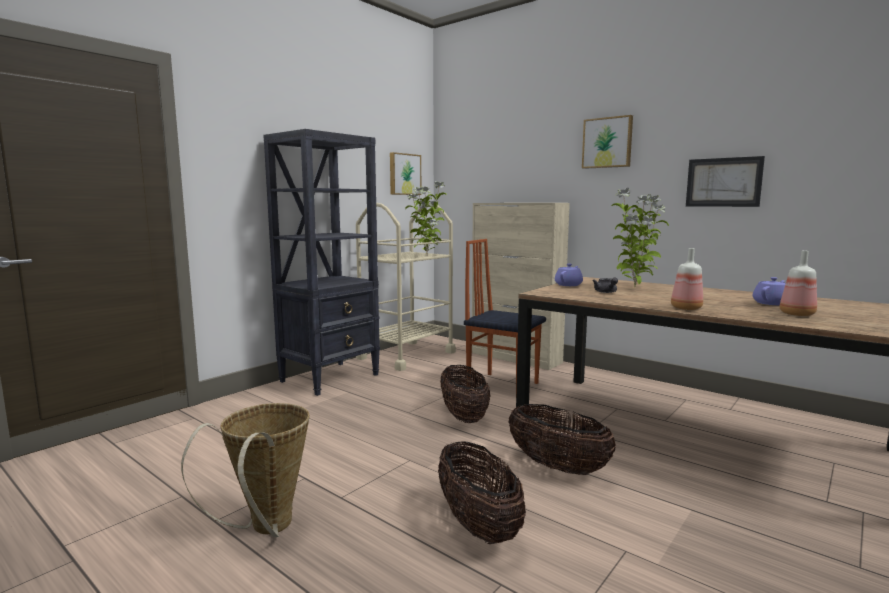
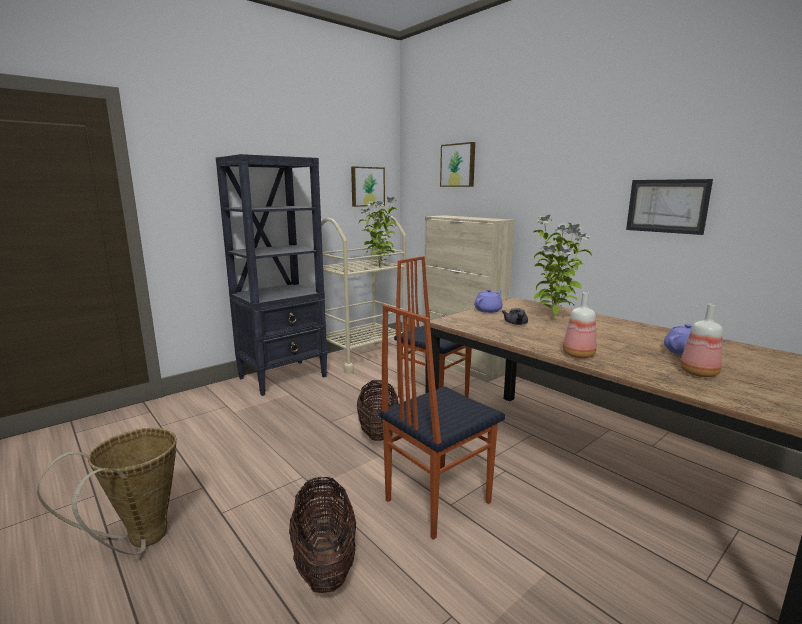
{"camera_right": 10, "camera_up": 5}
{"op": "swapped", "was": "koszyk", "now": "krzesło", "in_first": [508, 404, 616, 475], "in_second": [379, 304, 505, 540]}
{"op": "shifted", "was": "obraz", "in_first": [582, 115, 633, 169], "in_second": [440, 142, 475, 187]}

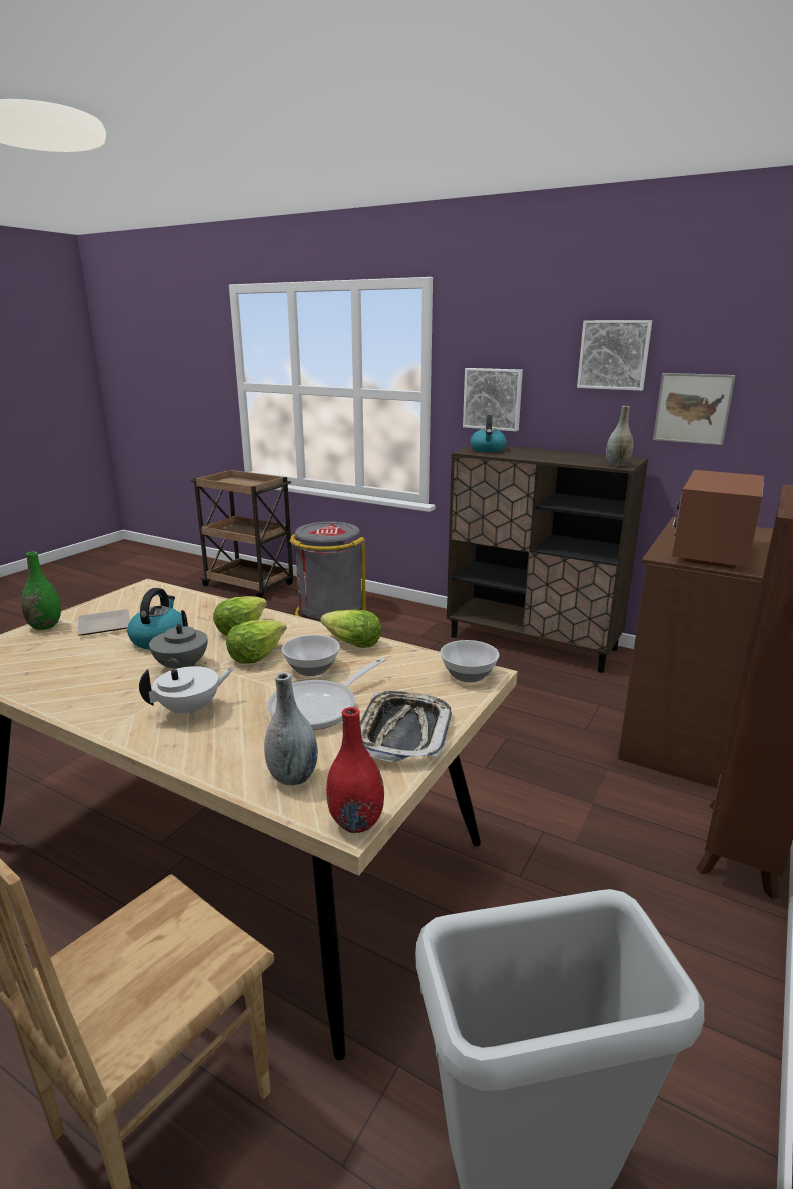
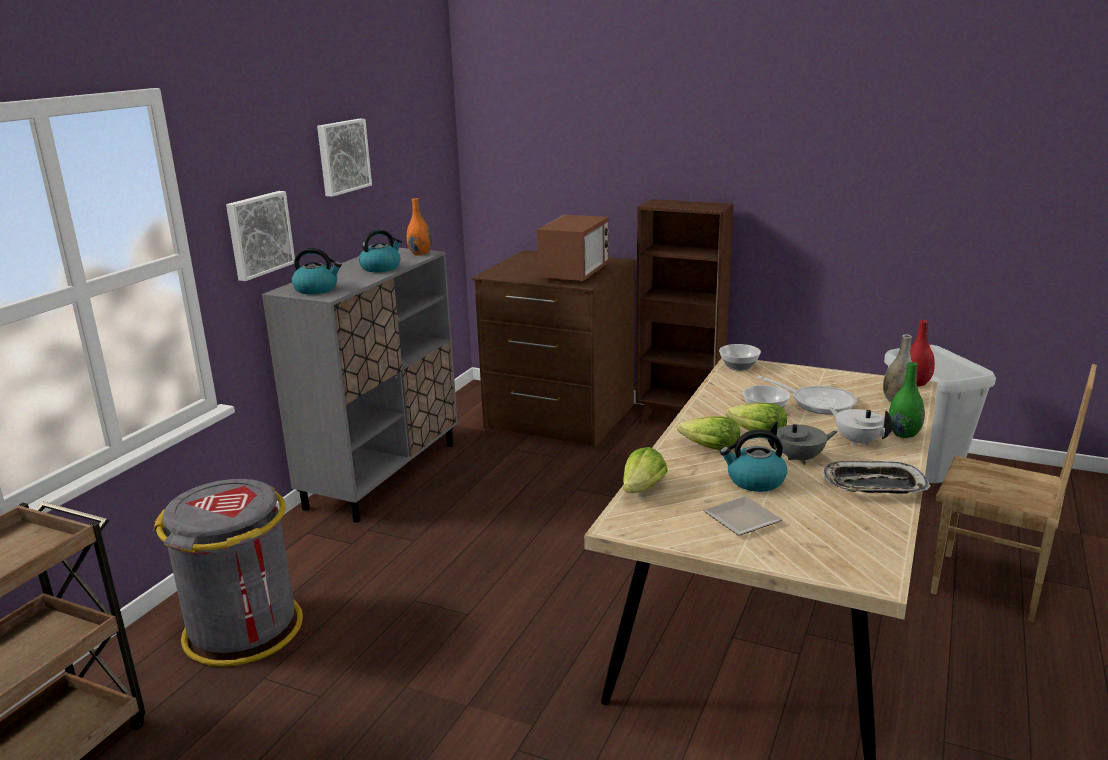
{"camera_right": -95, "camera_up": 0}
{"op": "repainted", "was": "szafka [brązowy]", "now": "szafka [szary]", "in_first": [447, 446, 648, 673], "in_second": [262, 248, 458, 523]}
{"op": "new", "now": "czajnik", "in_second": [359, 229, 402, 272]}
{"op": "repainted", "was": "wazon [szary]", "now": "wazon [pomarańczowy]", "in_first": [606, 406, 633, 466], "in_second": [407, 198, 432, 256]}
{"op": "rotated", "was": "mikrofalówka", "in_first": [672, 470, 764, 569], "in_second": [537, 215, 609, 283], "clockwise": -90}
{"op": "shifted", "was": "sałata", "in_first": [320, 609, 381, 648], "in_second": [623, 447, 668, 493]}
{"op": "shifted", "was": "taca", "in_first": [360, 691, 452, 762], "in_second": [824, 461, 930, 494]}
{"op": "shifted", "was": "wazon [zielony]", "in_first": [21, 551, 61, 630], "in_second": [889, 362, 925, 438]}
{"op": "gone", "was": "obraz", "in_first": [653, 373, 735, 445]}

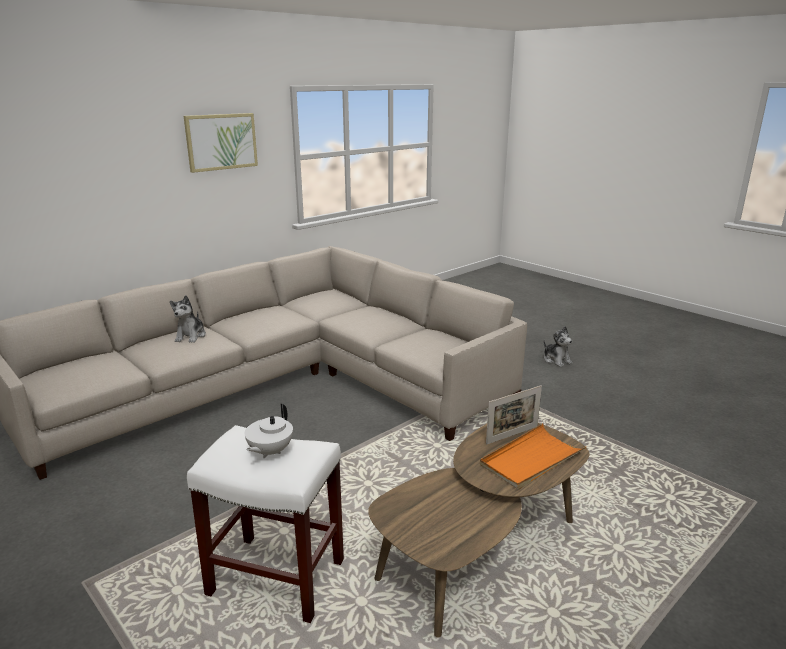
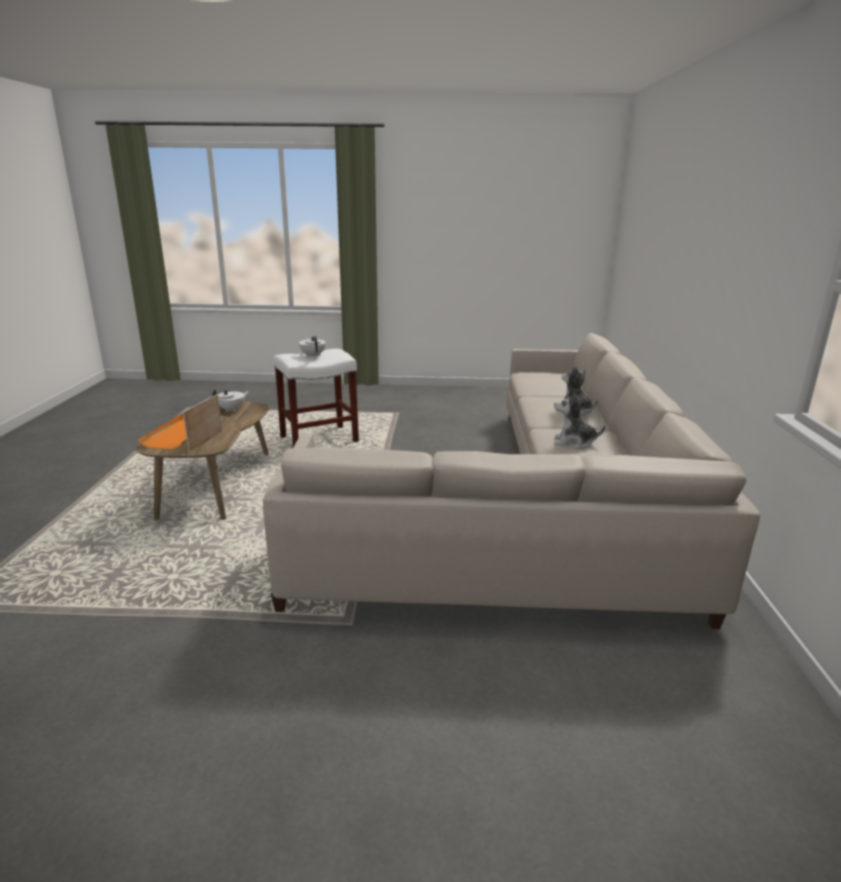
{"camera_right": 135, "camera_up": 0}
{"op": "new", "now": "imbryk [biały]", "in_second": [212, 389, 249, 412]}
{"op": "shifted", "was": "pluszak", "in_first": [544, 326, 573, 367], "in_second": [554, 392, 605, 449]}
{"op": "gone", "was": "obraz", "in_first": [184, 113, 258, 173]}

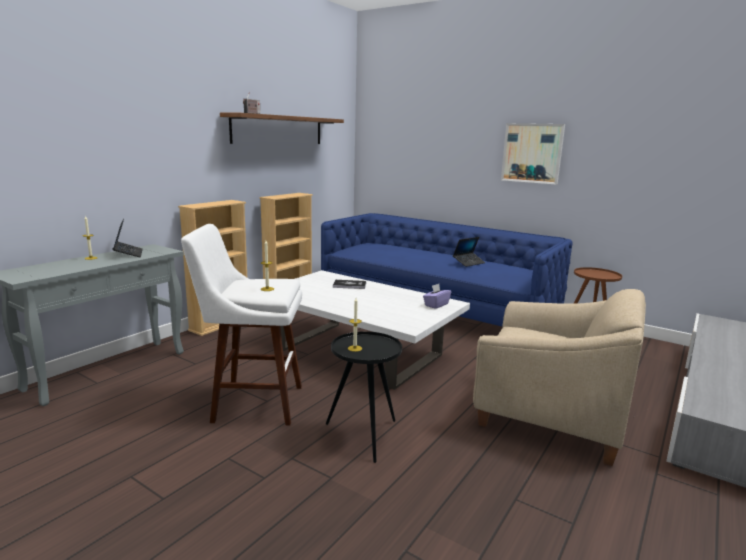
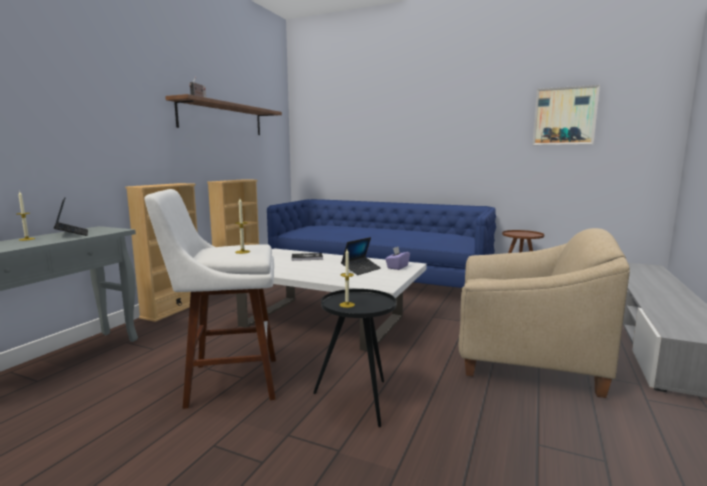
{"camera_right": -10, "camera_up": -5}
{"op": "shifted", "was": "laptop", "in_first": [453, 237, 485, 267], "in_second": [341, 237, 381, 275]}
{"op": "shifted", "was": "obraz", "in_first": [501, 123, 565, 185], "in_second": [533, 85, 600, 145]}

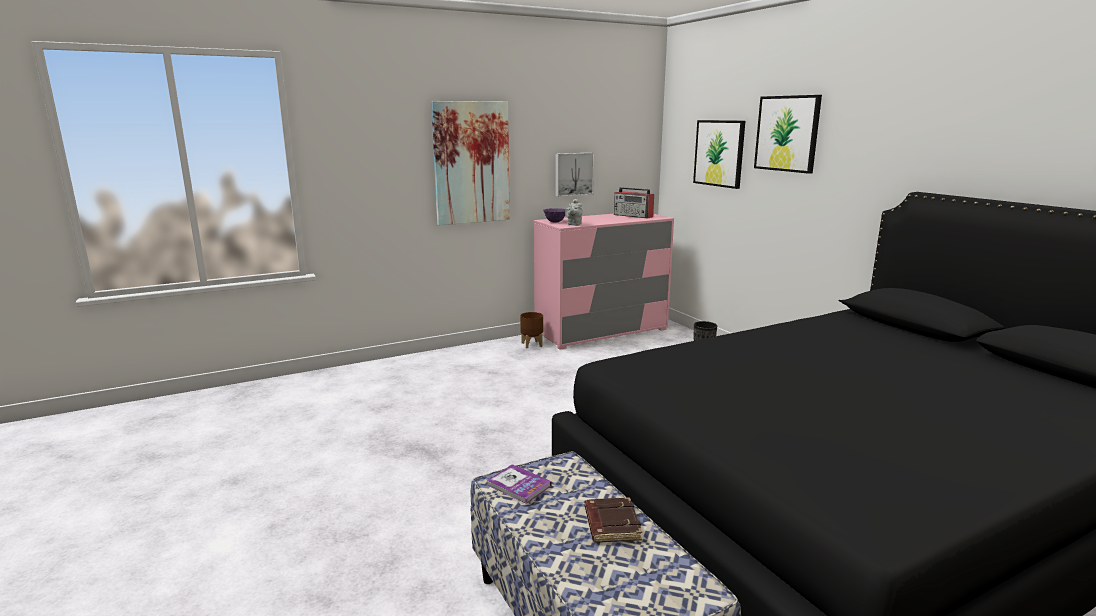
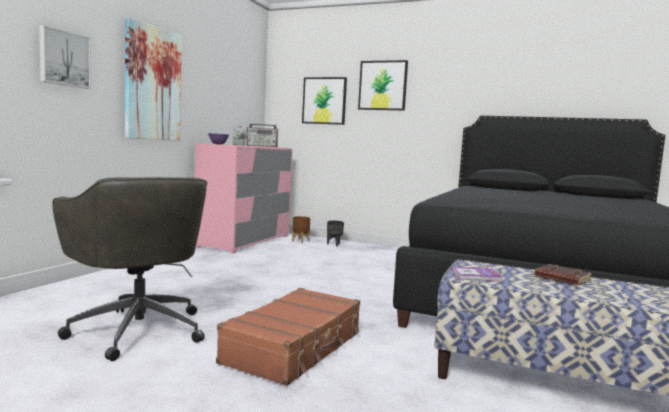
{"camera_right": -40, "camera_up": -10}
{"op": "shifted", "was": "obraz", "in_first": [555, 153, 594, 197], "in_second": [39, 25, 91, 89]}
{"op": "new", "now": "krzesło biurowe [szary]", "in_second": [53, 177, 207, 361]}
{"op": "new", "now": "walizka [brązowy]", "in_second": [216, 288, 360, 386]}
{"op": "shifted", "was": "donica [brązowy]", "in_first": [520, 312, 543, 349], "in_second": [292, 216, 310, 243]}

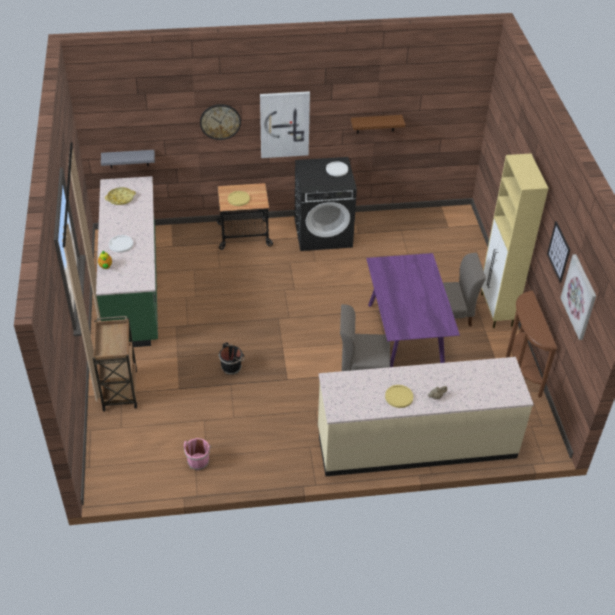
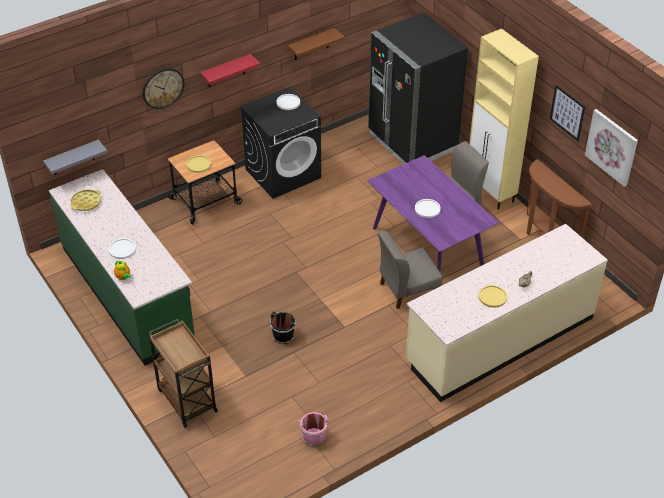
{"camera_right": -25, "camera_up": 0}
{"op": "swapped", "was": "obraz", "now": "półka [czerwony]", "in_first": [260, 91, 310, 158], "in_second": [200, 54, 260, 87]}
{"op": "new", "now": "lodówka [czarny]", "in_second": [368, 13, 468, 164]}
{"op": "new", "now": "talerz [biały]", "in_second": [415, 199, 441, 218]}

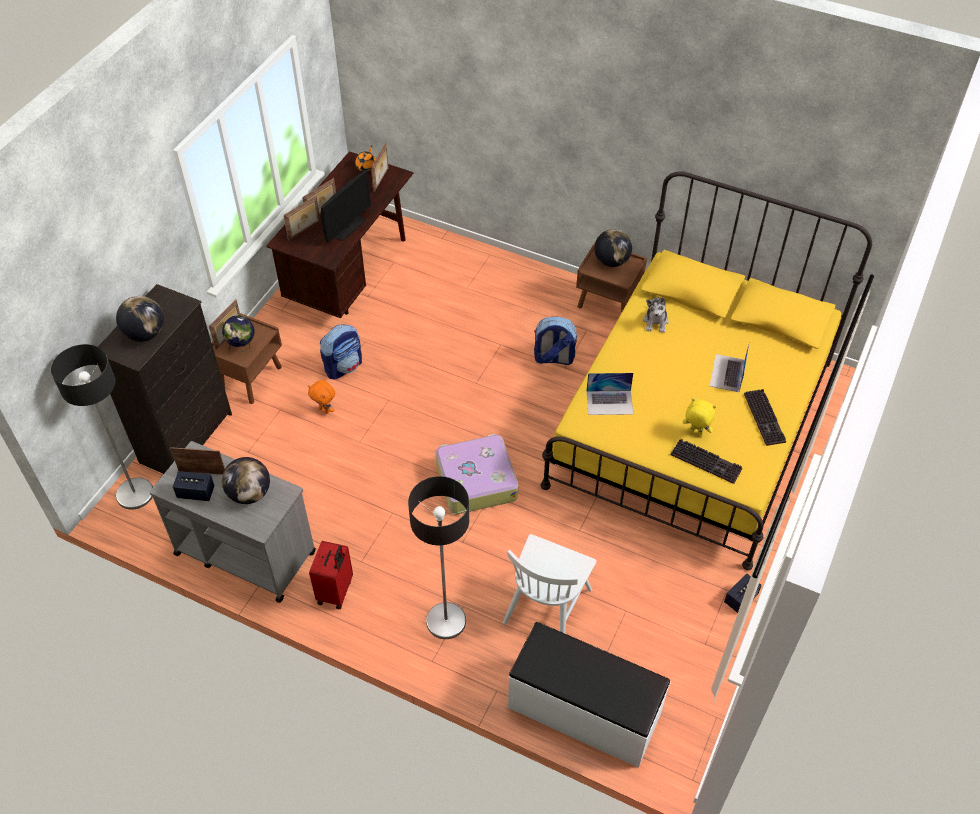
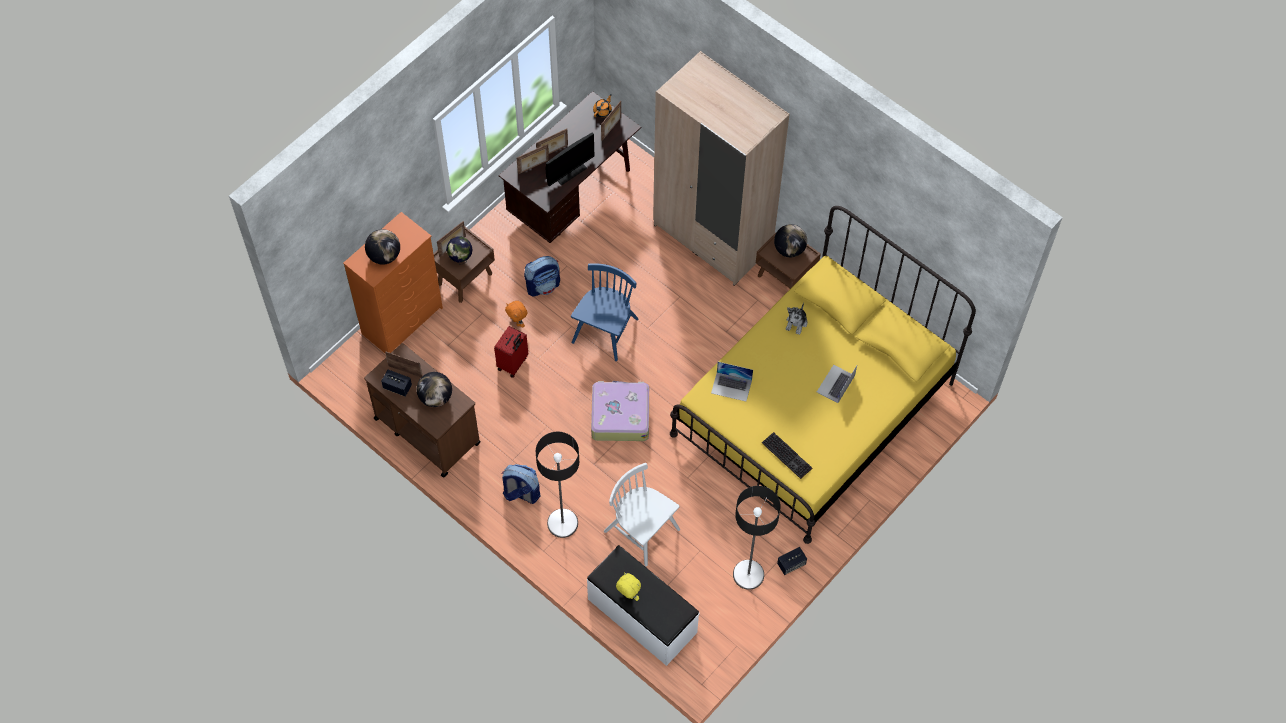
{"camera_right": 15, "camera_up": 10}
{"op": "repainted", "was": "komoda [czarny]", "now": "komoda [pomarańczowy]", "in_first": [98, 284, 232, 474], "in_second": [343, 212, 443, 354]}
{"op": "repainted", "was": "wózek [szary]", "now": "wózek [brązowy]", "in_first": [150, 441, 316, 603], "in_second": [364, 343, 481, 478]}
{"op": "shifted", "was": "walizka [czerwony]", "in_first": [309, 541, 353, 609], "in_second": [494, 326, 528, 378]}
{"op": "shifted", "was": "plecak", "in_first": [534, 317, 577, 365], "in_second": [501, 464, 540, 504]}
{"op": "new", "now": "krzesło [niebieski]", "in_second": [571, 263, 639, 361]}
{"op": "rotated", "was": "krzesło [biały]", "in_first": [503, 534, 596, 633], "in_second": [604, 463, 680, 566], "clockwise": 90}
{"op": "shifted", "was": "pluszak [żółty]", "in_first": [683, 398, 716, 435], "in_second": [616, 572, 641, 601]}
{"op": "new", "now": "szafa [beżowy]", "in_second": [653, 51, 790, 286]}
{"op": "shifted", "was": "lampa stojąca", "in_first": [51, 344, 153, 510], "in_second": [733, 486, 781, 590]}
{"op": "gone", "was": "klawiatura", "in_first": [744, 389, 786, 446]}

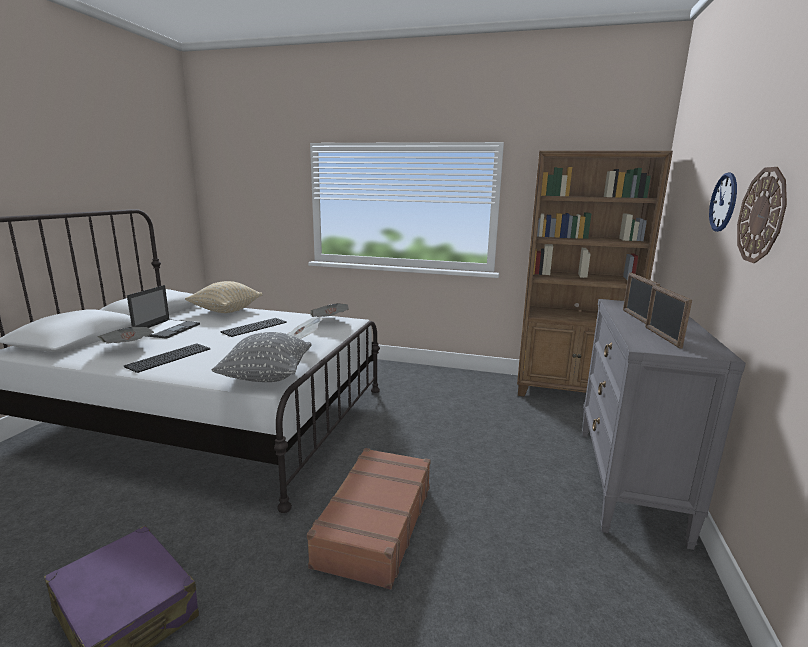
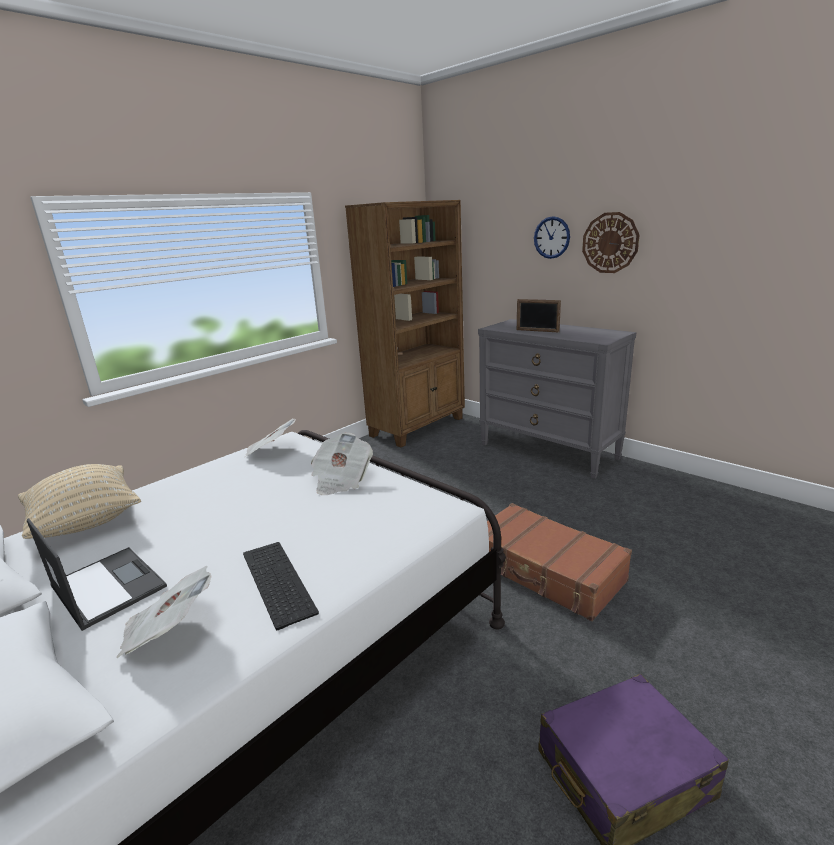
{"camera_right": -60, "camera_up": 5}
{"op": "gone", "was": "poduszka [szary]", "in_first": [212, 332, 312, 382]}
{"op": "gone", "was": "klawiatura", "in_first": [220, 318, 287, 337]}
{"op": "gone", "was": "ramka na zdjęcie", "in_first": [645, 285, 692, 349]}

